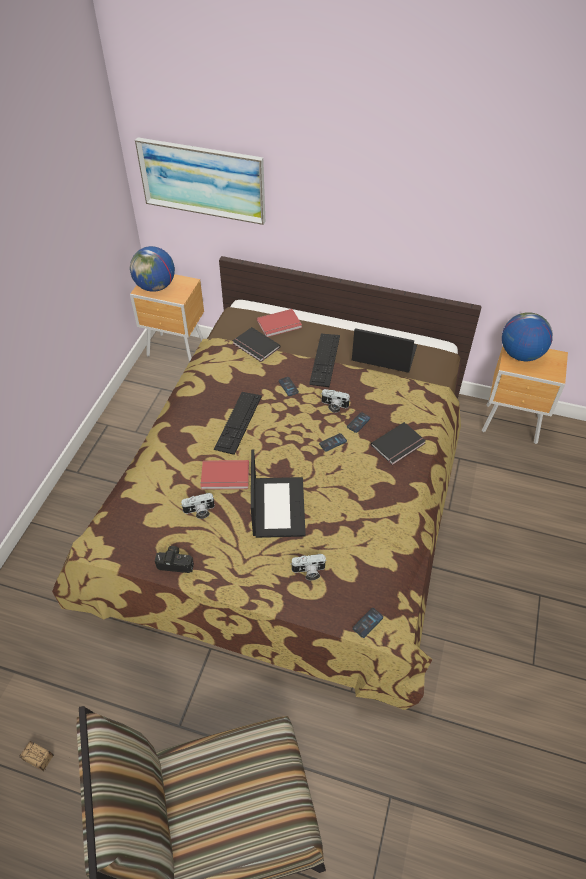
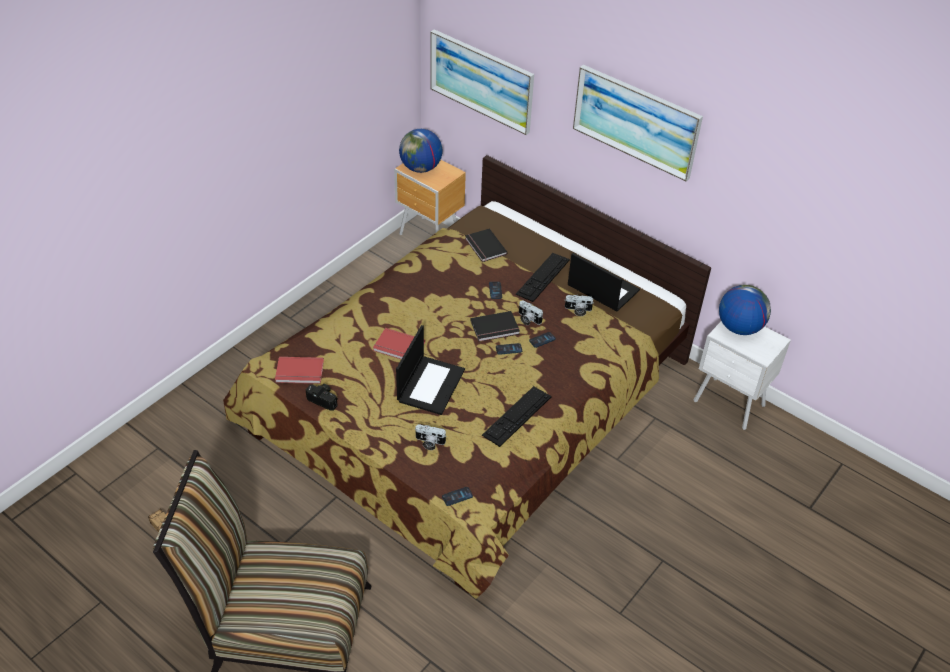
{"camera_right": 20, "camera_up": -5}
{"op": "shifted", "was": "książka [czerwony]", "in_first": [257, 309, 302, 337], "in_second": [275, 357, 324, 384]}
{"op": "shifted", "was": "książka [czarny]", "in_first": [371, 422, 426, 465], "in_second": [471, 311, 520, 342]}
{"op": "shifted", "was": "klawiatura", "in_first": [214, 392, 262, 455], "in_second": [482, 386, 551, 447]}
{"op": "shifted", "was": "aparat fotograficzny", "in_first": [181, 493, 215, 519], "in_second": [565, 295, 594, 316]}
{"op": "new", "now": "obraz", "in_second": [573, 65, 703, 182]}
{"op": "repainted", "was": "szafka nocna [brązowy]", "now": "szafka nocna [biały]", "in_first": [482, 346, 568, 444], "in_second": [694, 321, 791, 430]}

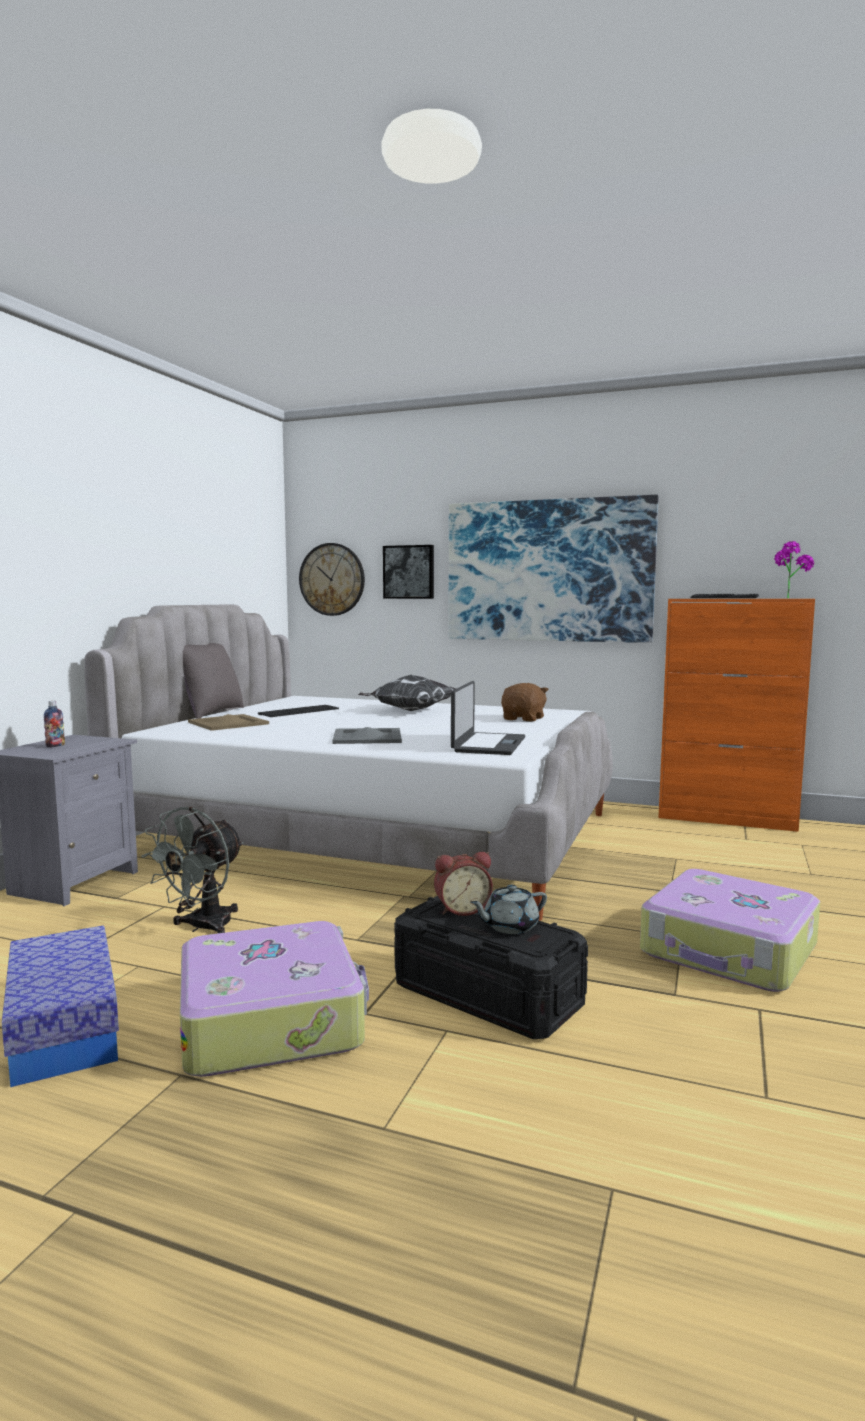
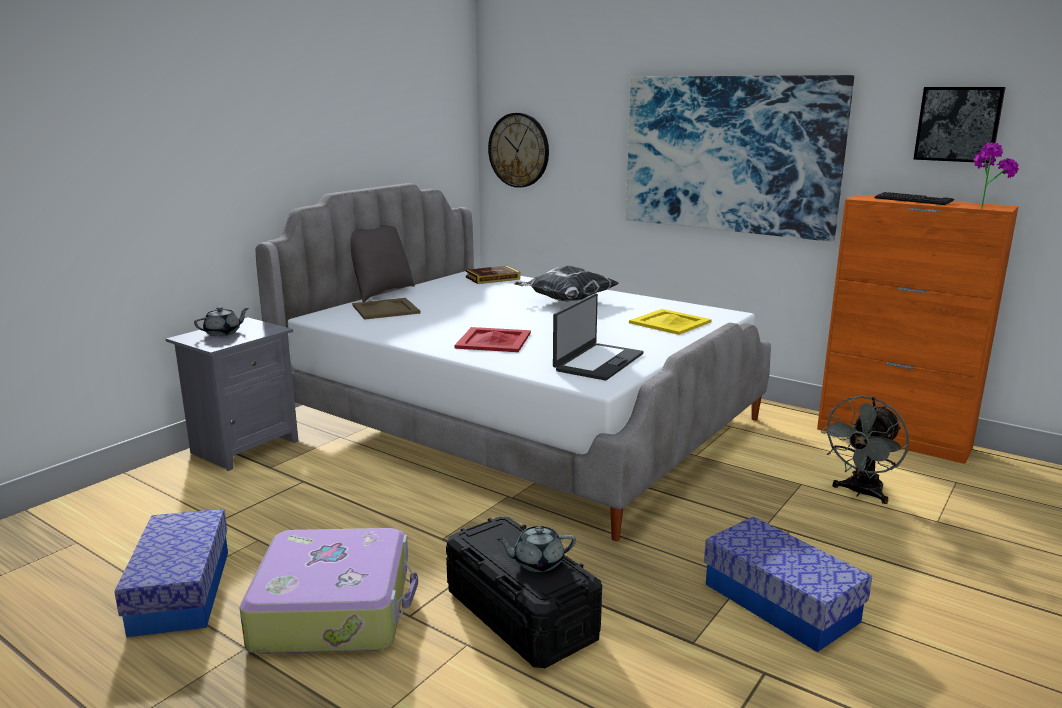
{"camera_right": 15, "camera_up": 10}
{"op": "swapped", "was": "butelka", "now": "imbryk [szary]", "in_first": [44, 701, 65, 747], "in_second": [194, 307, 249, 336]}
{"op": "repainted", "was": "taca [szary]", "now": "taca [czerwony]", "in_first": [332, 727, 402, 744], "in_second": [454, 327, 531, 352]}
{"op": "new", "now": "książka", "in_second": [466, 266, 520, 284]}
{"op": "swapped", "was": "pluszak [brązowy]", "now": "taca [żółty]", "in_first": [501, 683, 549, 722], "in_second": [629, 309, 712, 335]}
{"op": "swapped", "was": "walizka", "now": "pojemnik do przechowywania", "in_first": [640, 869, 820, 992], "in_second": [704, 517, 872, 652]}
{"op": "shifted", "was": "wentylator [szary]", "in_first": [141, 807, 244, 934], "in_second": [821, 396, 909, 504]}
{"op": "shifted", "was": "obraz", "in_first": [383, 545, 434, 599], "in_second": [914, 87, 1006, 163]}
{"op": "gone", "was": "klawiatura", "in_first": [258, 705, 339, 717]}
{"op": "gone", "was": "budzik", "in_first": [434, 852, 493, 916]}

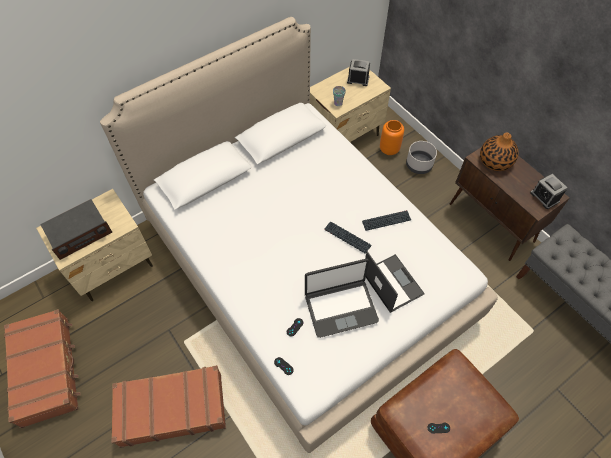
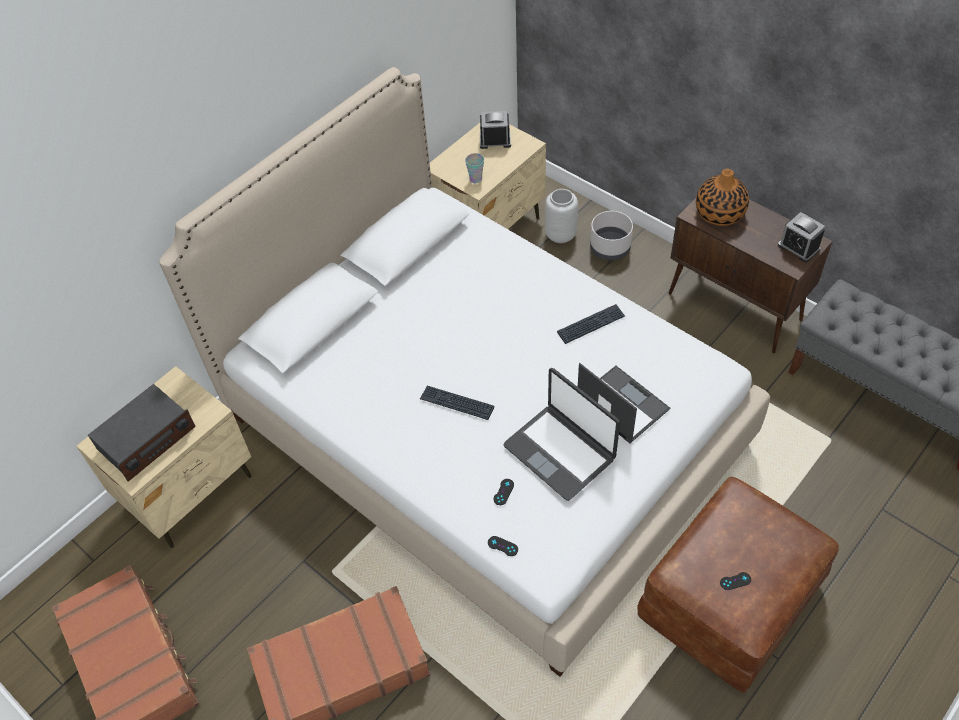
{"camera_right": -10, "camera_up": -5}
{"op": "shifted", "was": "klawiatura", "in_first": [324, 221, 371, 254], "in_second": [420, 386, 494, 420]}
{"op": "rotated", "was": "laptop", "in_first": [305, 259, 379, 338], "in_second": [503, 368, 620, 501], "clockwise": 75}
{"op": "repainted", "was": "wazon [pomarańczowy]", "now": "wazon [szary]", "in_first": [380, 120, 404, 155], "in_second": [545, 189, 578, 243]}

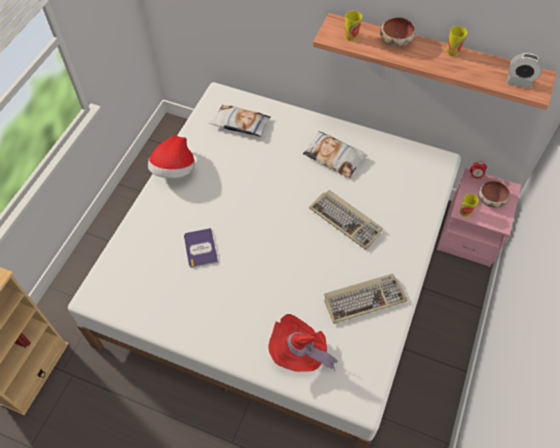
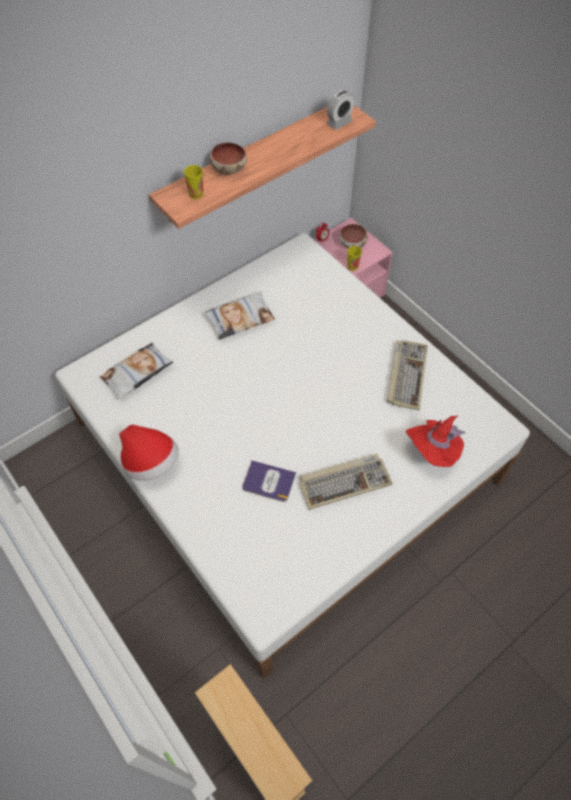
{"camera_right": -60, "camera_up": 0}
{"op": "shifted", "was": "klawiatura", "in_first": [309, 190, 383, 250], "in_second": [299, 454, 392, 510]}
{"op": "gone", "was": "filiżanka", "in_first": [446, 26, 467, 57]}

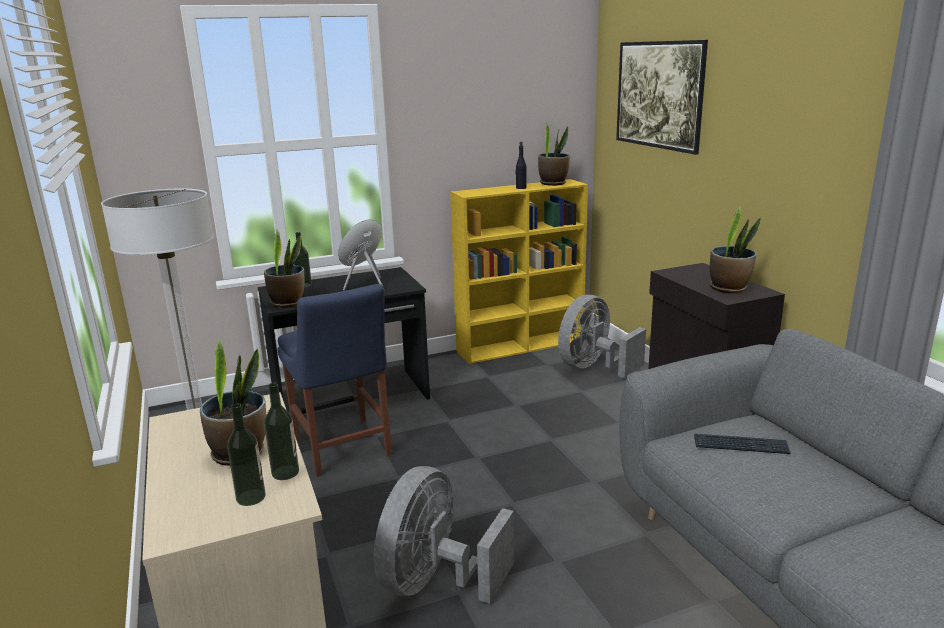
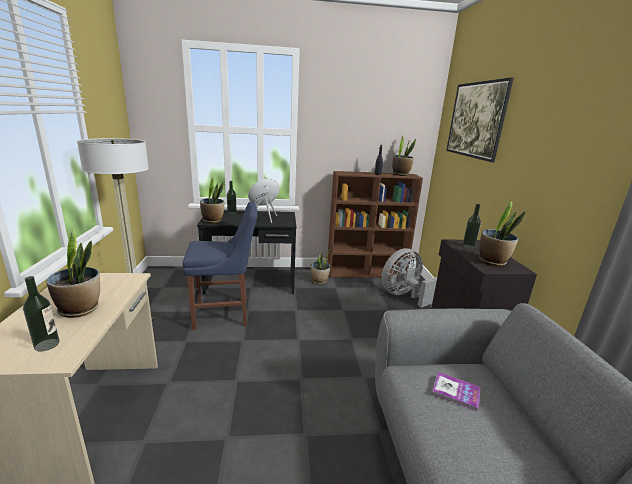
{"camera_right": 15, "camera_up": 0}
{"op": "rotated", "was": "krzesło [niebieski]", "in_first": [277, 284, 392, 477], "in_second": [183, 202, 258, 330], "clockwise": -90}
{"op": "new", "now": "roślina doniczkowa", "in_second": [310, 249, 330, 284]}
{"op": "repainted", "was": "regał [żółty]", "now": "regał [brązowy]", "in_first": [450, 179, 588, 364], "in_second": [327, 171, 423, 278]}
{"op": "swapped", "was": "klawiatura", "now": "książka", "in_first": [694, 434, 791, 454], "in_second": [432, 372, 481, 412]}
{"op": "shifted", "was": "butelka", "in_first": [264, 383, 299, 480], "in_second": [462, 204, 481, 249]}
{"op": "gone", "was": "wentylator [szary]", "in_first": [374, 466, 514, 604]}

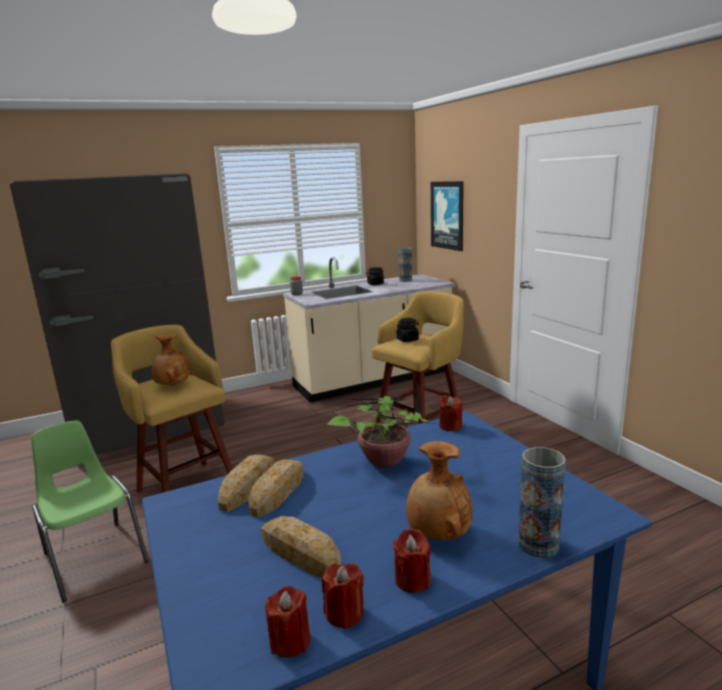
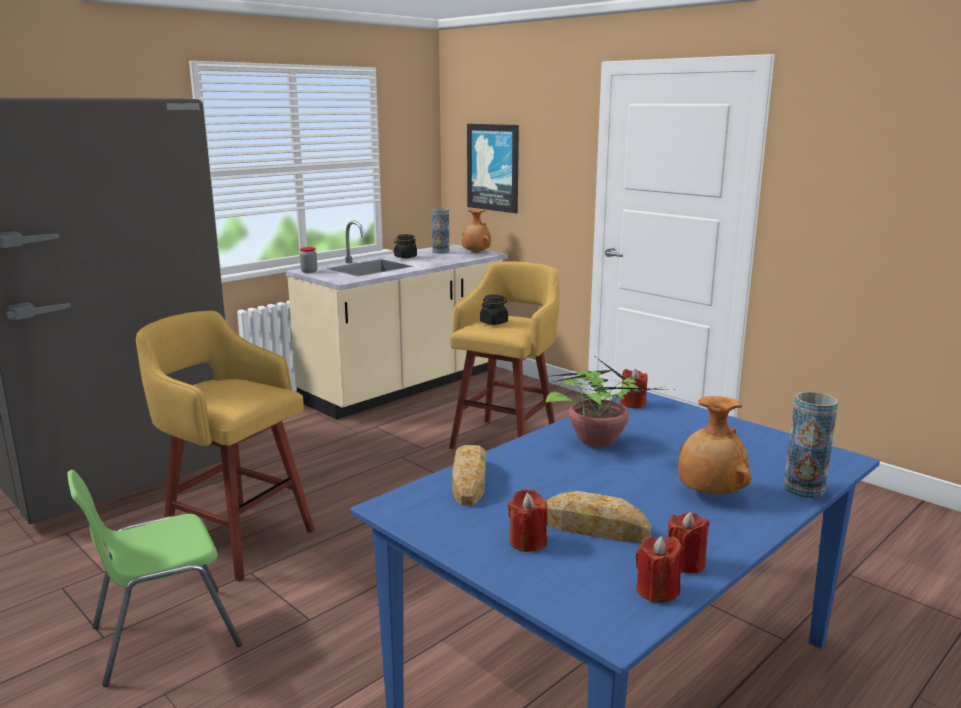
{"camera_right": -20, "camera_up": 0}
{"op": "rotated", "was": "krzesło [zielony]", "in_first": [31, 420, 149, 602], "in_second": [67, 470, 242, 687], "clockwise": -60}
{"op": "shifted", "was": "wazon [brązowy]", "in_first": [152, 334, 190, 386], "in_second": [462, 209, 491, 253]}
{"op": "shifted", "was": "świeca [czerwony]", "in_first": [393, 529, 431, 593], "in_second": [508, 489, 548, 552]}
{"op": "gone", "was": "chleb", "in_first": [248, 459, 304, 517]}

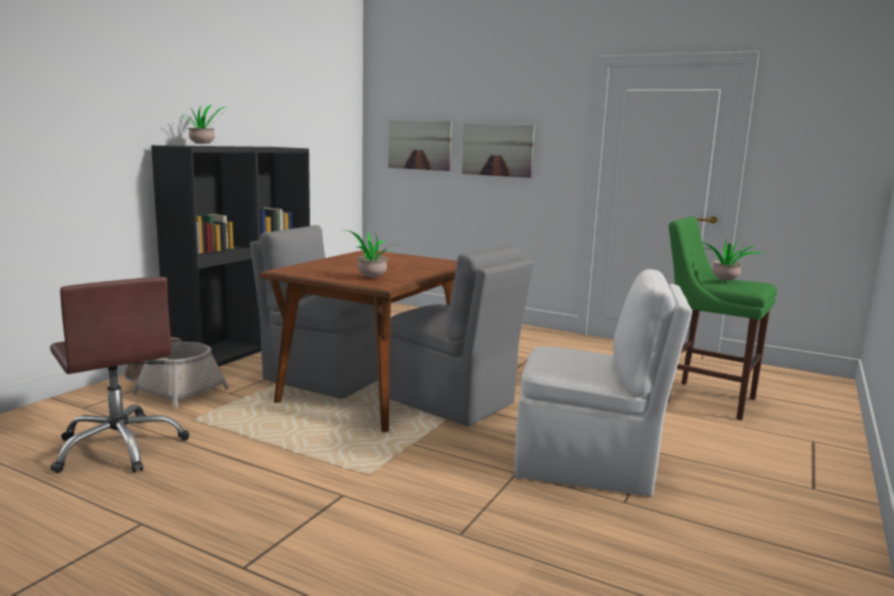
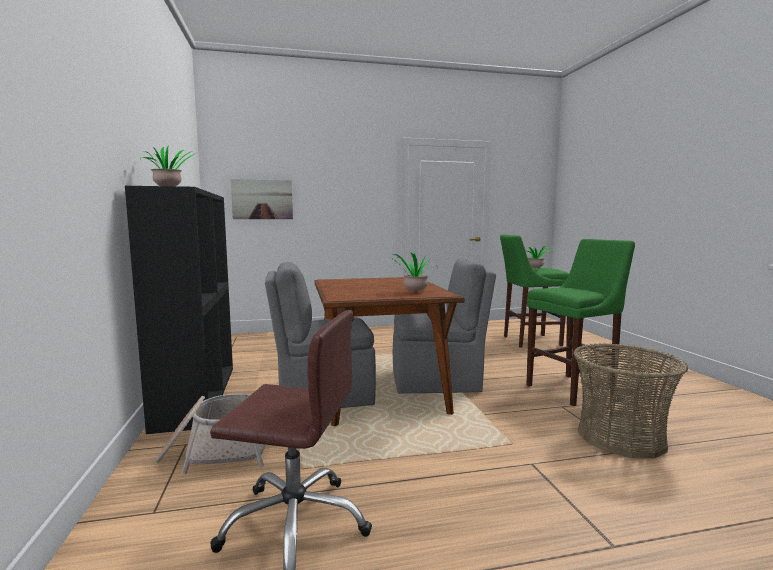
{"camera_right": -40, "camera_up": -5}
{"op": "swapped", "was": "krzesło [biały]", "now": "stołek [zielony]", "in_first": [515, 269, 692, 496], "in_second": [526, 239, 635, 406]}
{"op": "new", "now": "koszyk", "in_second": [573, 343, 688, 458]}
{"op": "gone", "was": "obraz", "in_first": [462, 123, 535, 178]}

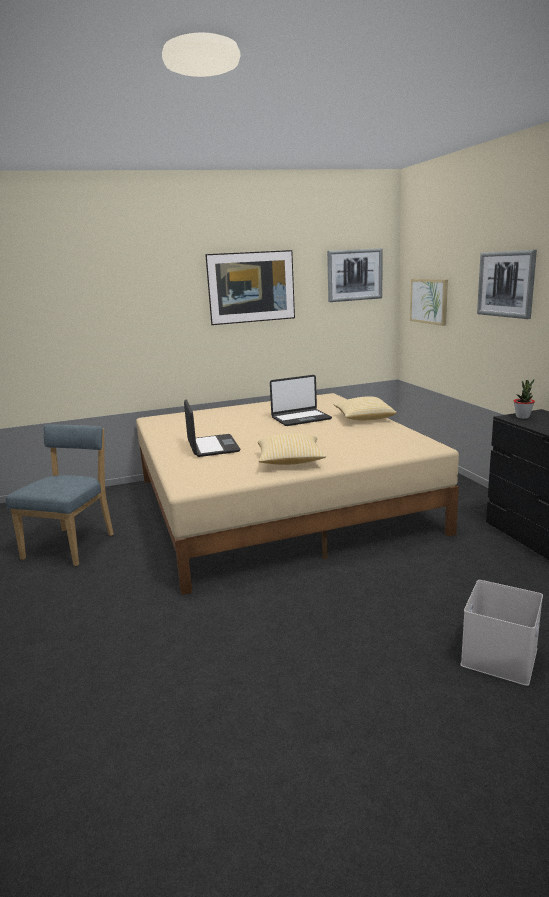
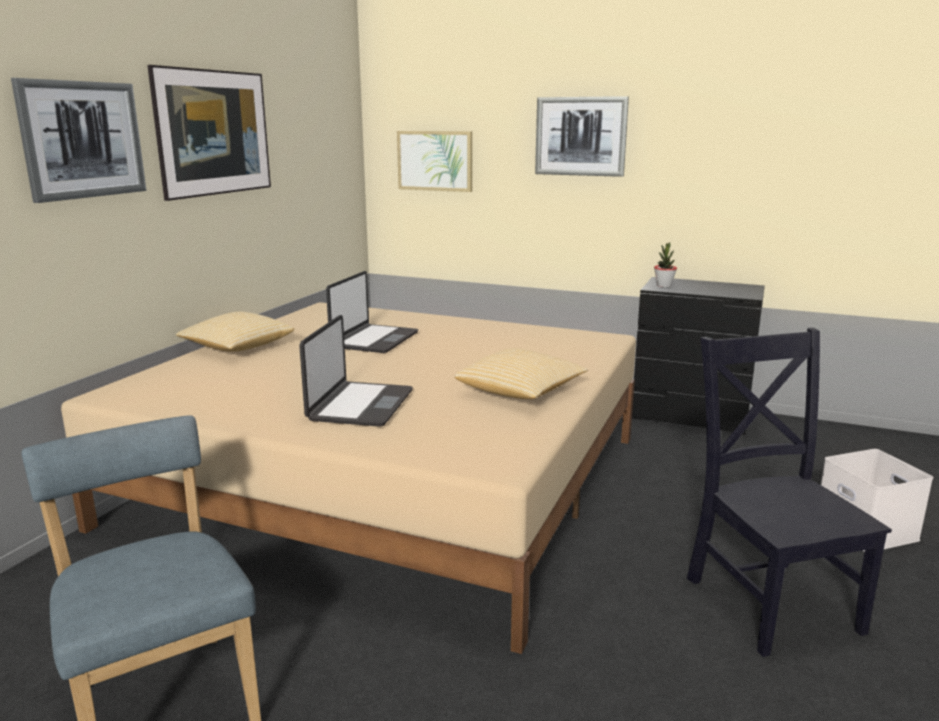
{"camera_right": -50, "camera_up": 0}
{"op": "shifted", "was": "obraz", "in_first": [327, 248, 383, 302], "in_second": [11, 78, 146, 203]}
{"op": "shifted", "was": "poduszka", "in_first": [334, 396, 397, 420], "in_second": [176, 312, 294, 352]}
{"op": "rotated", "was": "laptop", "in_first": [184, 399, 240, 457], "in_second": [299, 315, 413, 427], "clockwise": 75}
{"op": "new", "now": "krzesło [czarny]", "in_second": [687, 328, 892, 657]}

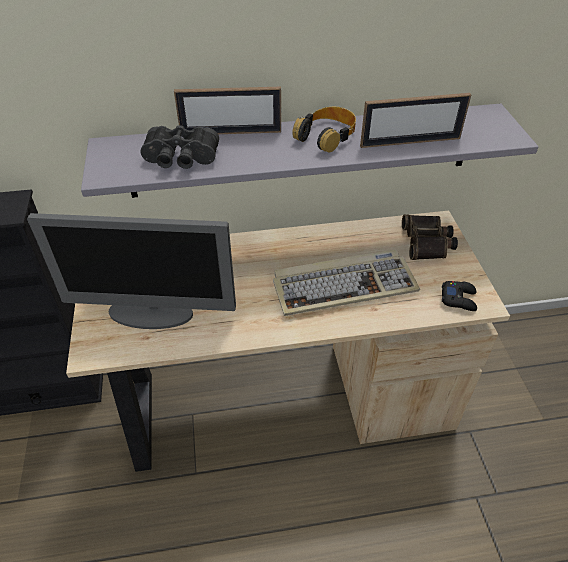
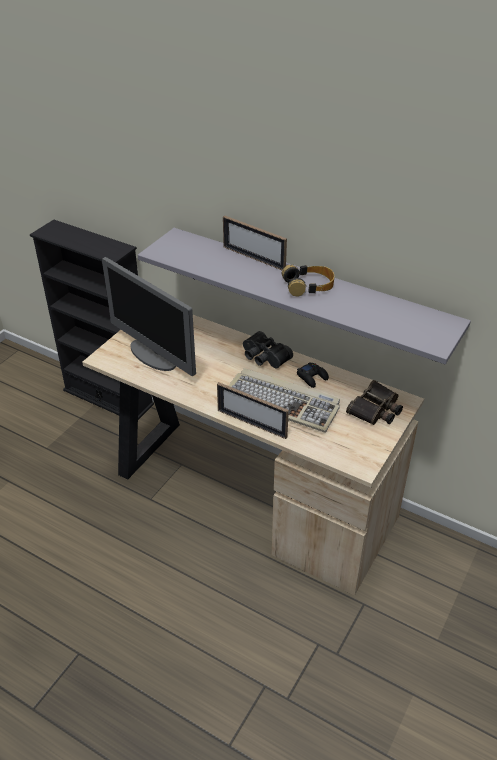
{"camera_right": 40, "camera_up": -5}
{"op": "shifted", "was": "ramka na zdjęcie", "in_first": [360, 93, 471, 148], "in_second": [217, 382, 289, 439]}
{"op": "shifted", "was": "lornetka [czarny]", "in_first": [140, 125, 219, 169], "in_second": [243, 331, 293, 369]}
{"op": "shifted", "was": "pad do gier [czarny]", "in_first": [442, 281, 477, 311], "in_second": [297, 362, 329, 388]}

